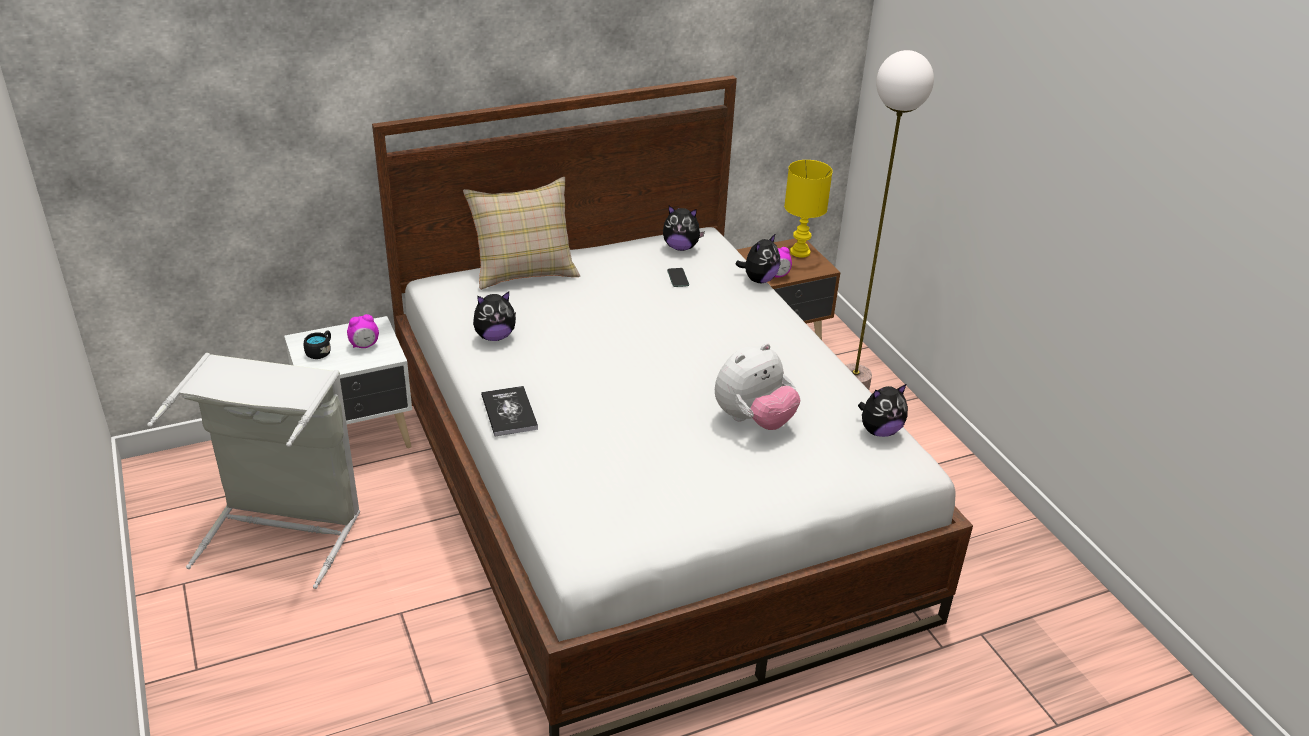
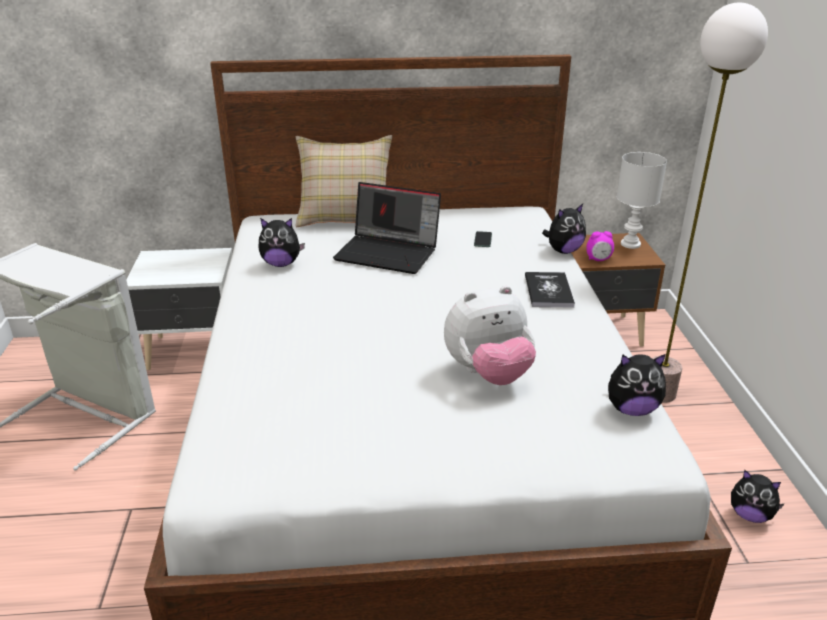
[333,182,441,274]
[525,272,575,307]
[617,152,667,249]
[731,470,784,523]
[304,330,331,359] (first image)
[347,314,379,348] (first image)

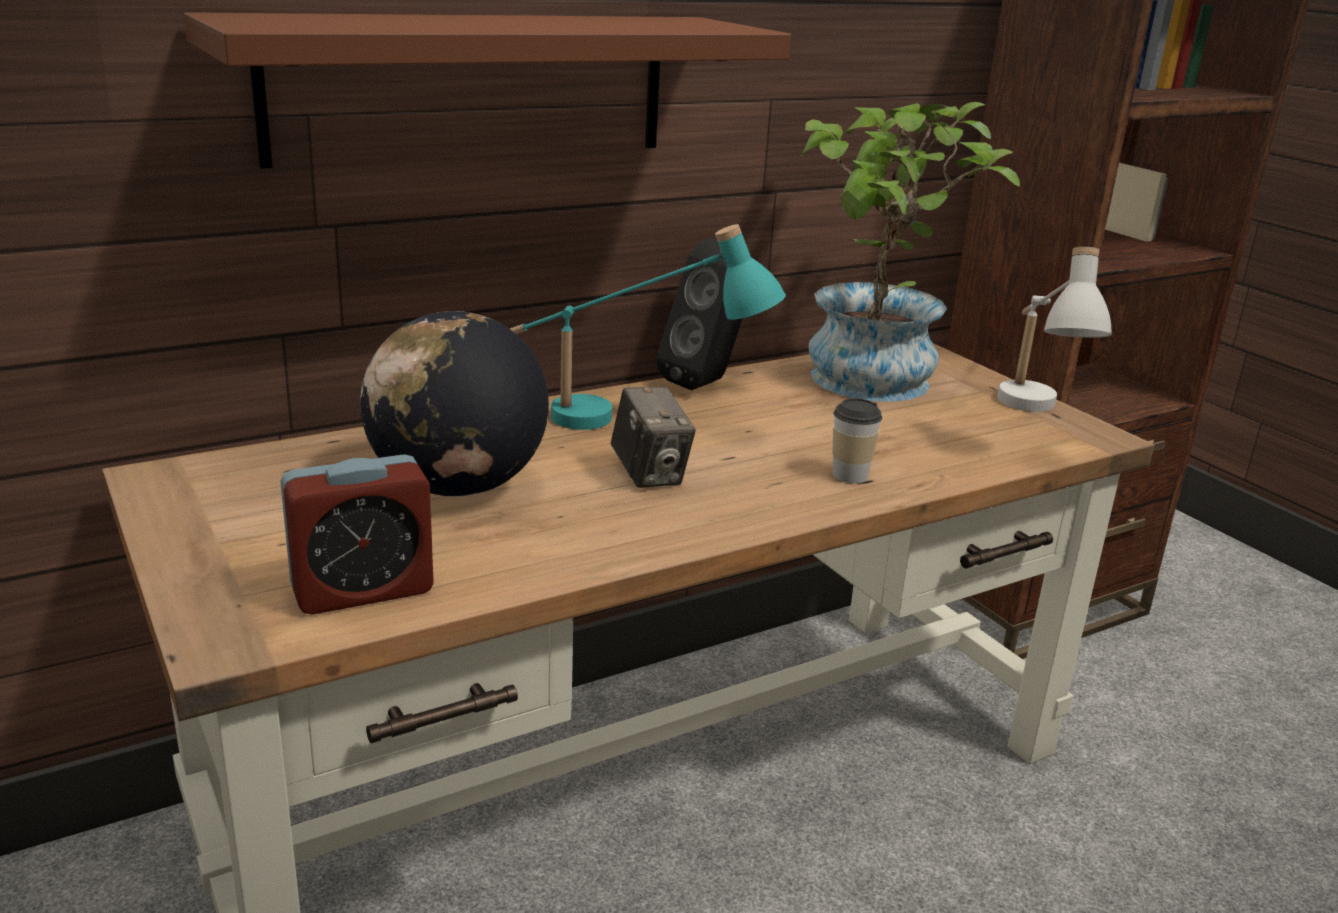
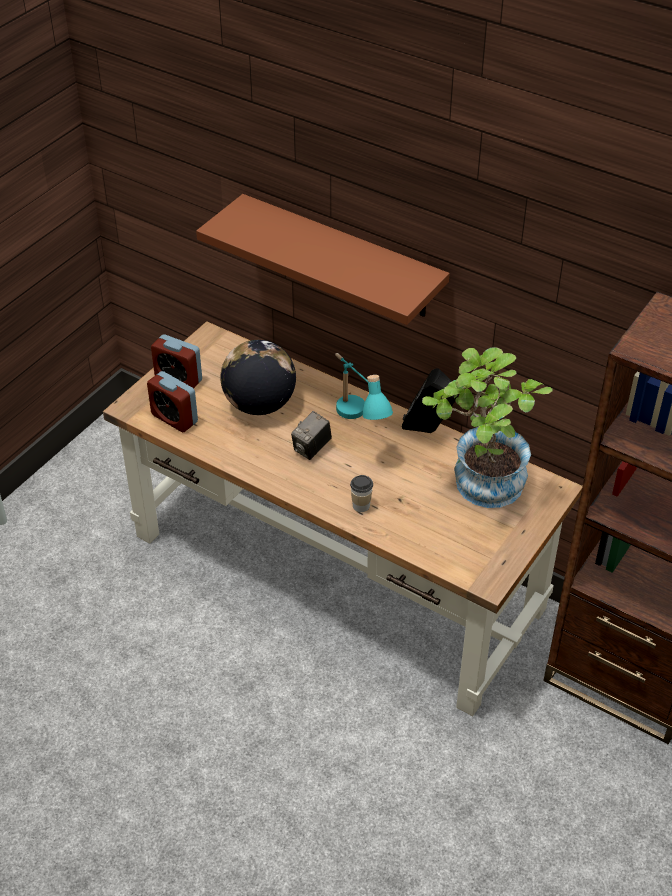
[151,334,202,389]
[997,247,1112,412] (first image)

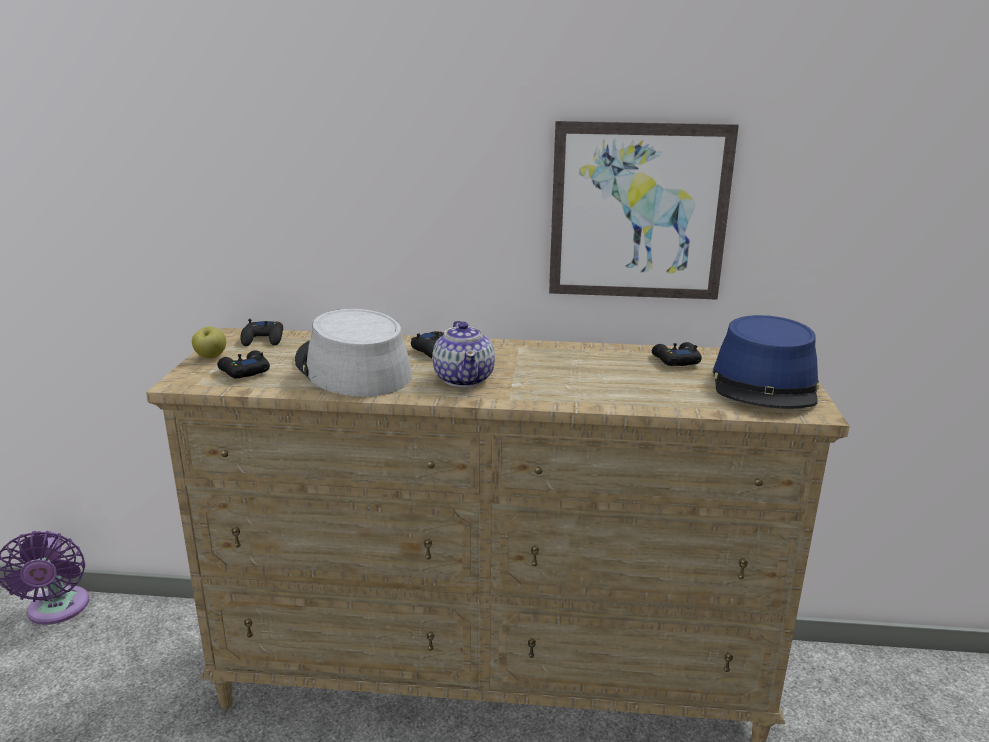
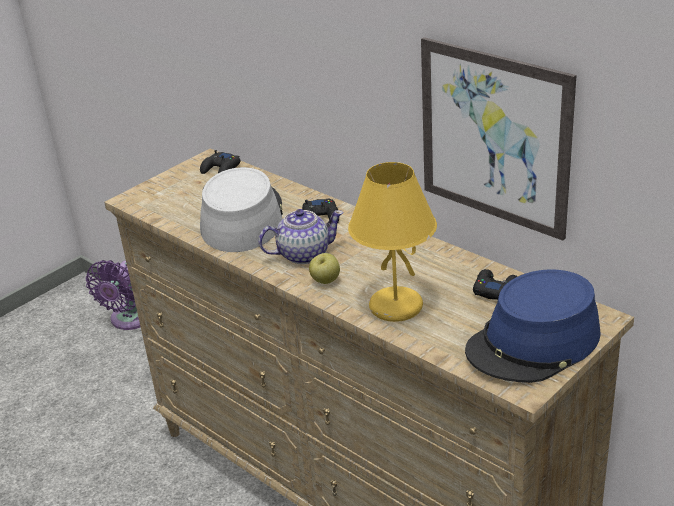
[258,209,344,264]
[309,253,340,284]
[348,162,437,322]
[217,351,270,378] (first image)

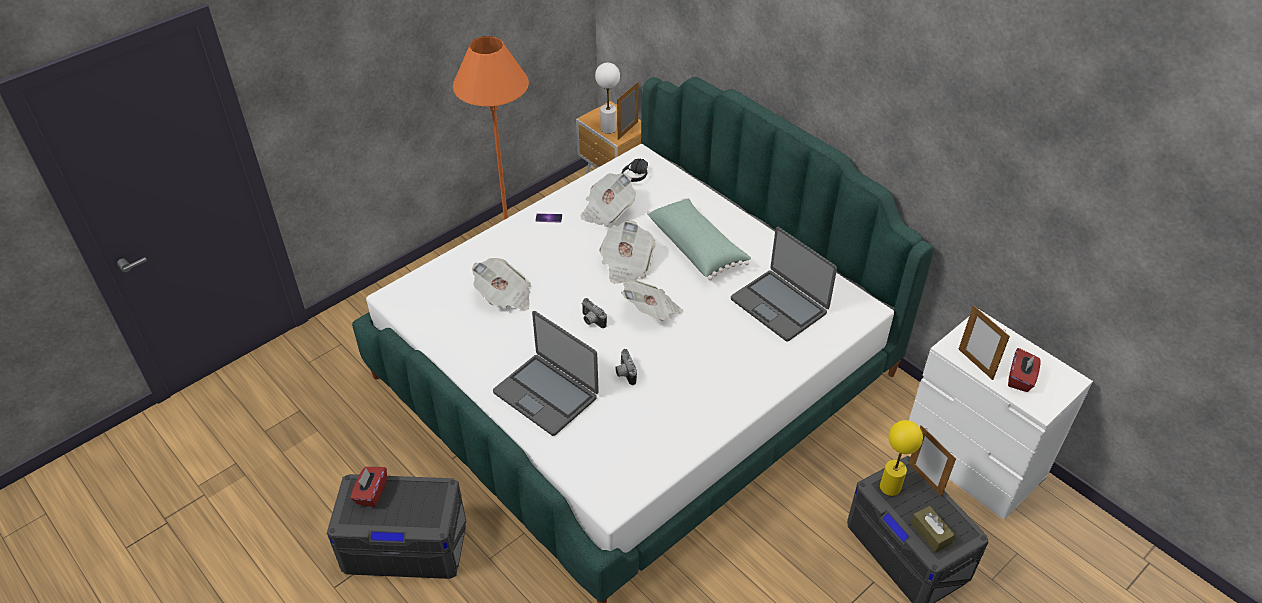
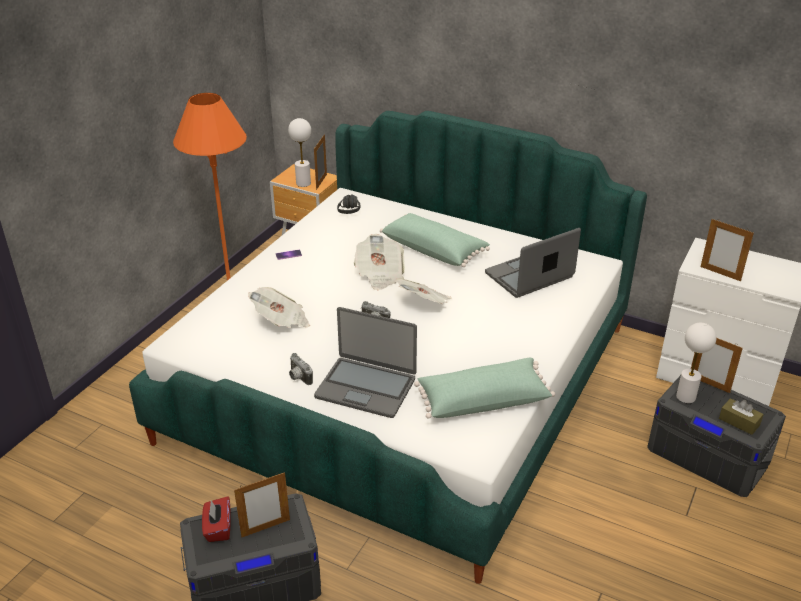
[234,472,290,537]
[289,353,313,385]
[414,358,555,419]
[485,228,581,298]
[676,323,716,403]
[581,173,636,227] (first image)
[1008,348,1041,392] (first image)

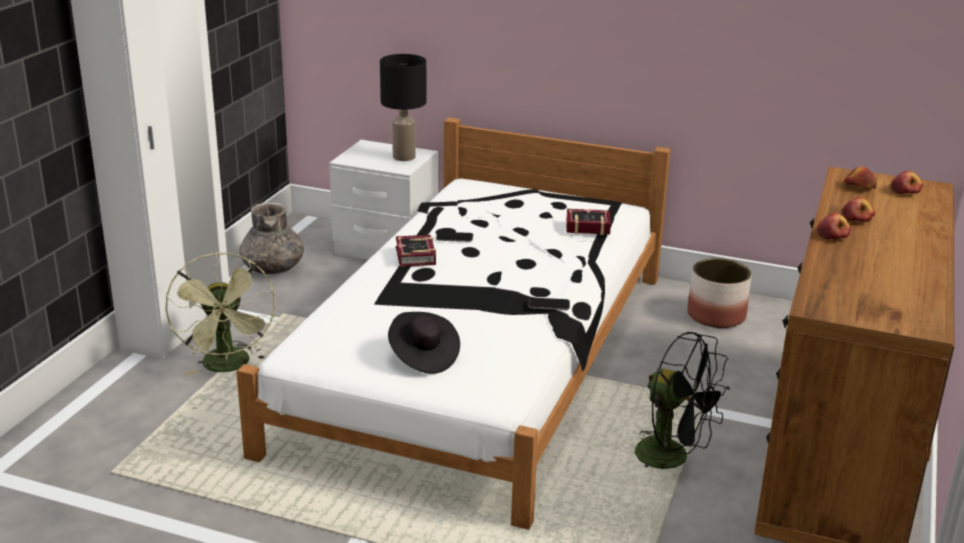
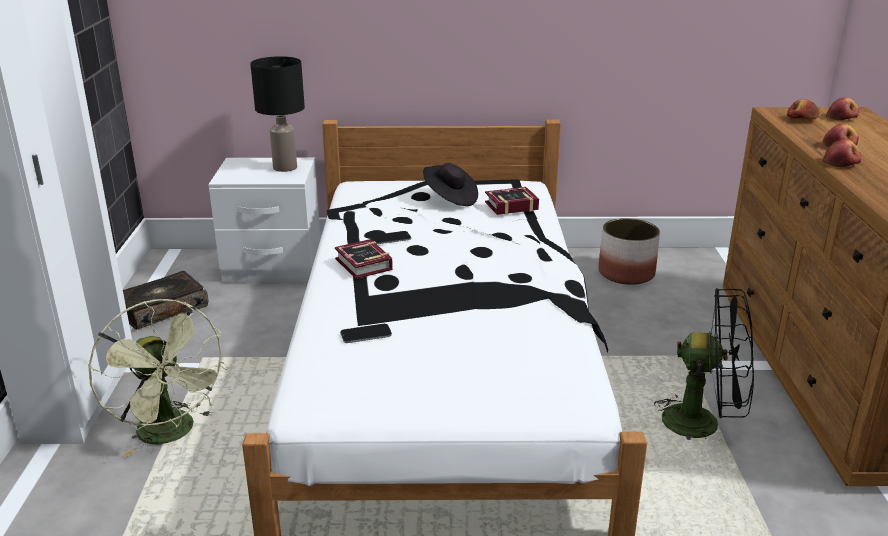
[123,271,208,330]
[340,324,392,343]
[423,163,478,206]

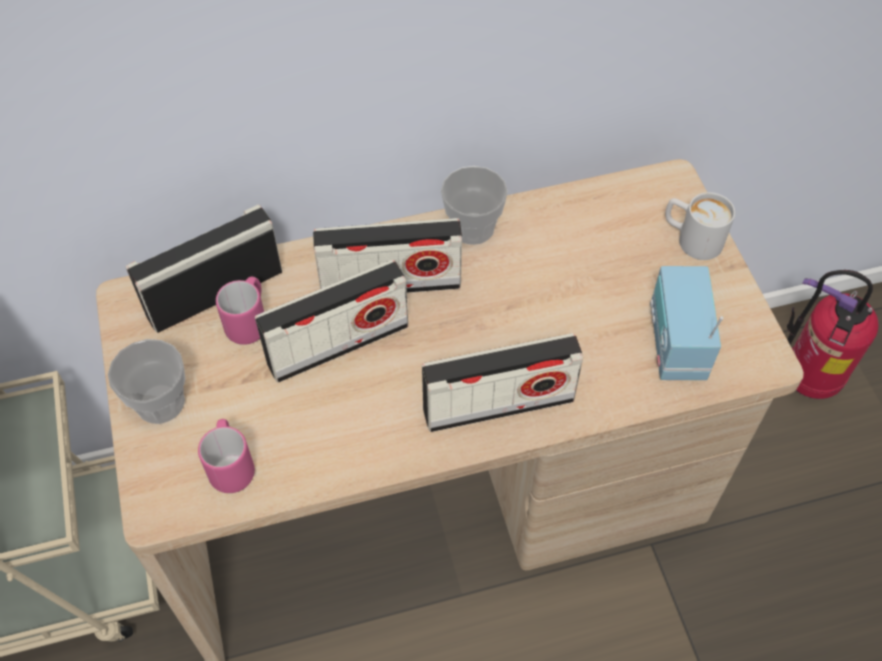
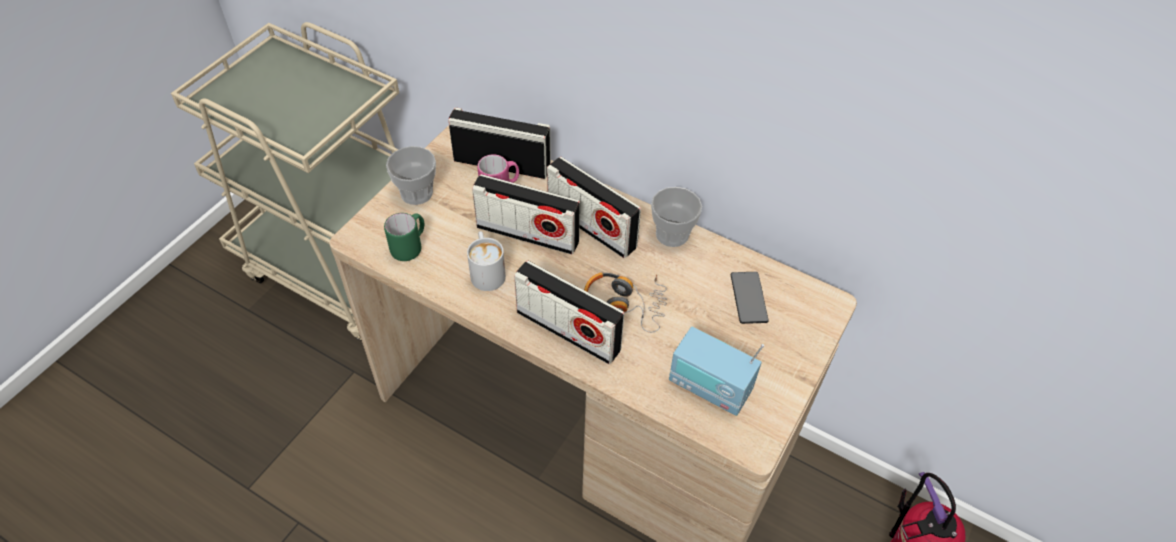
[384,213,424,261]
[467,231,506,291]
[584,272,667,333]
[669,327,764,416]
[731,272,769,324]

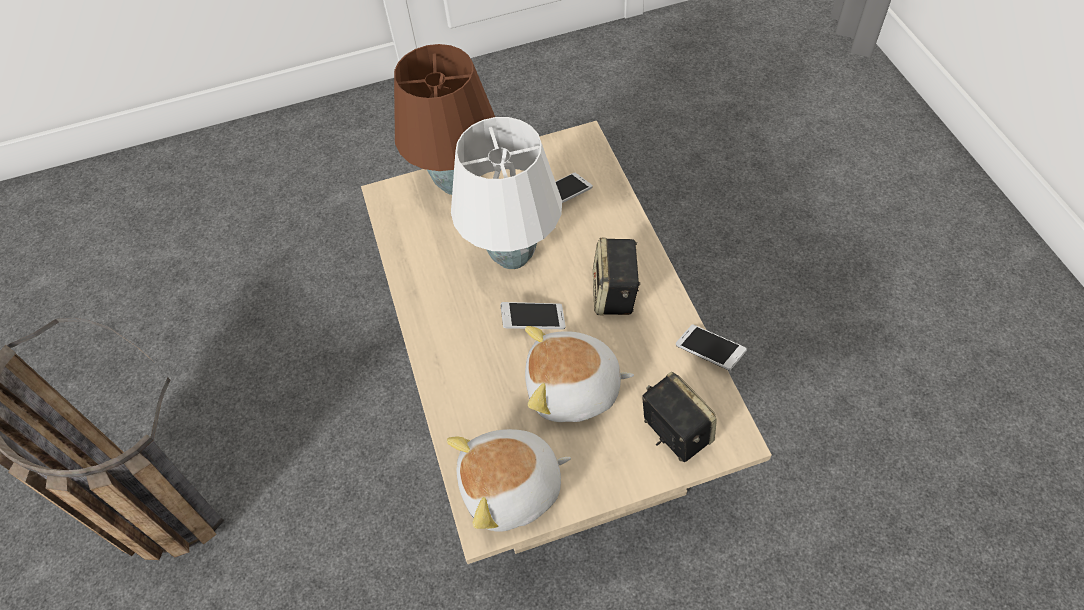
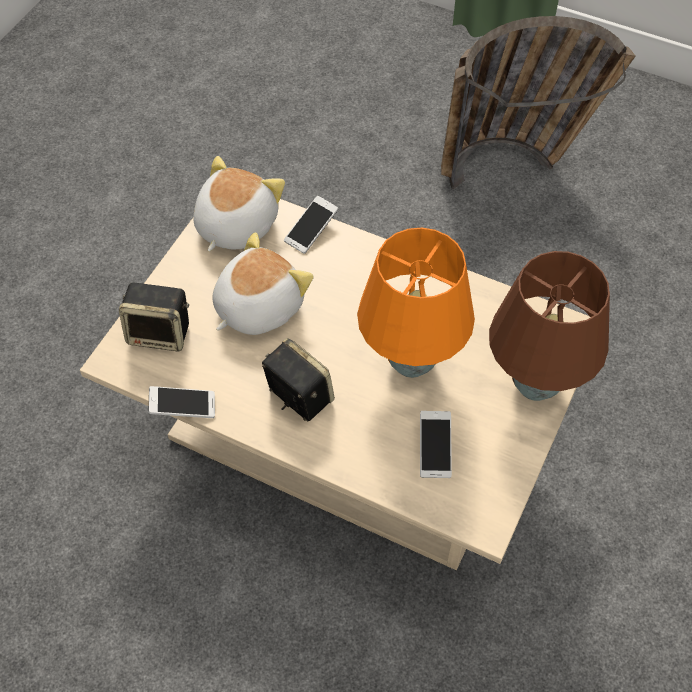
[284,196,338,254]
[357,228,475,378]

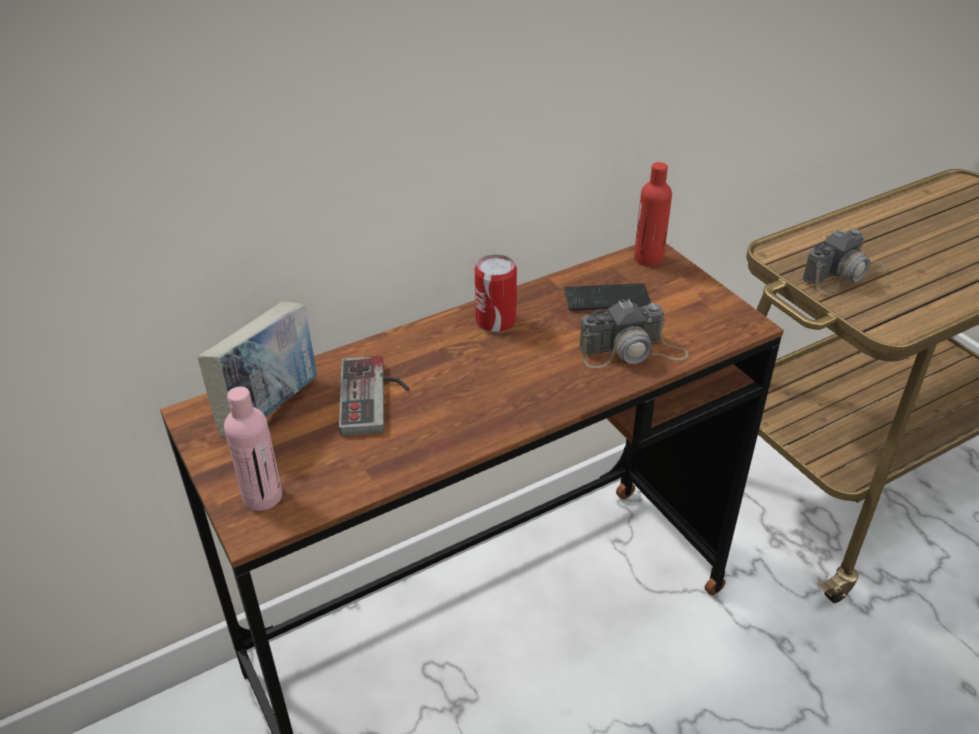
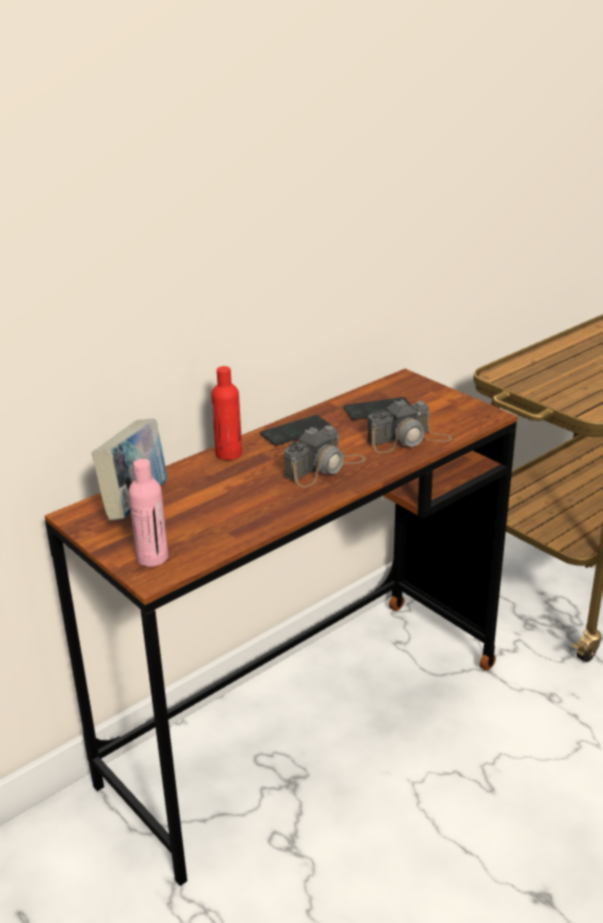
[211,366,242,460]
[260,415,332,446]
[284,425,366,487]
[339,356,409,436] (first image)

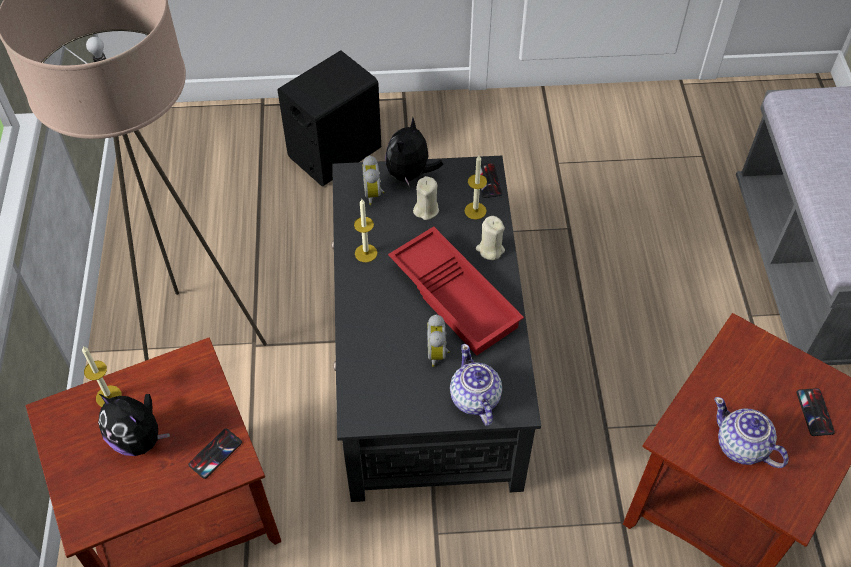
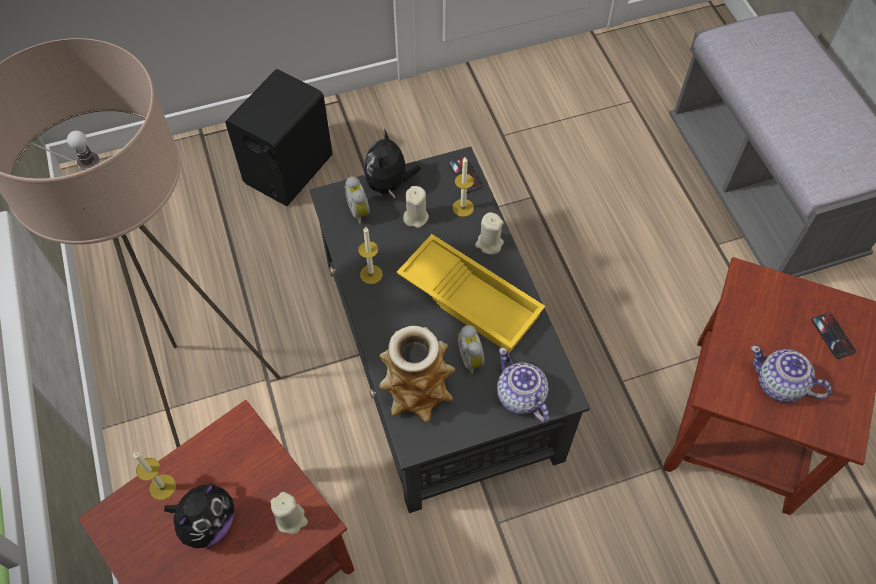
[164,483,234,548]
[271,492,308,534]
[379,326,456,422]
[396,234,545,353]

